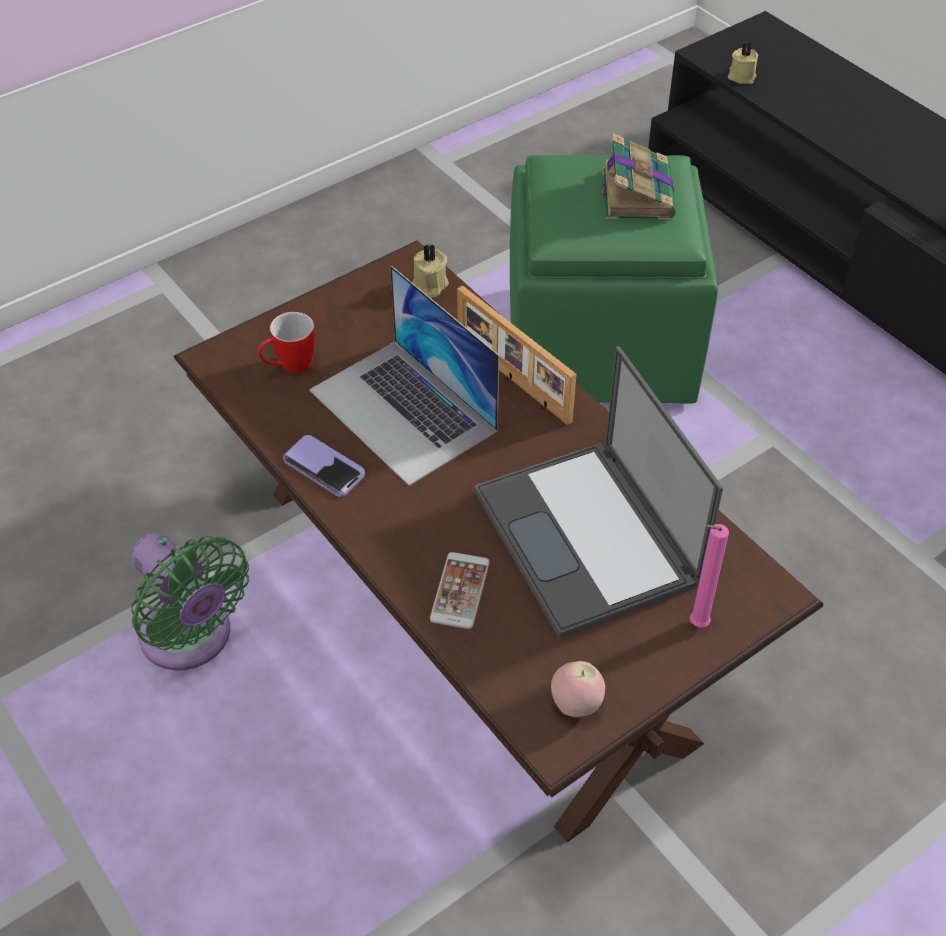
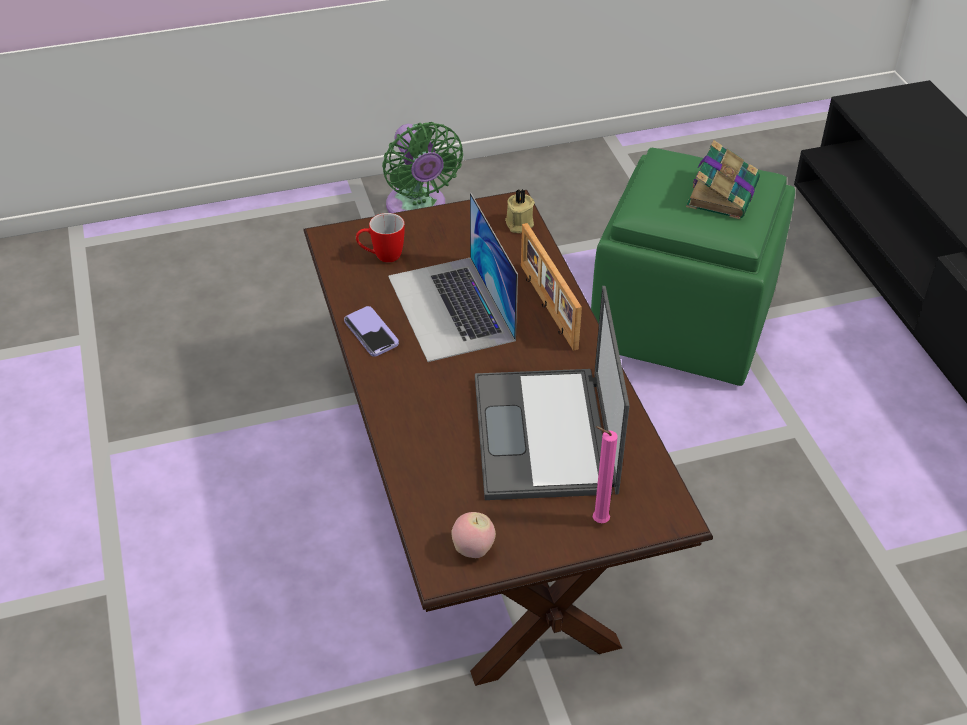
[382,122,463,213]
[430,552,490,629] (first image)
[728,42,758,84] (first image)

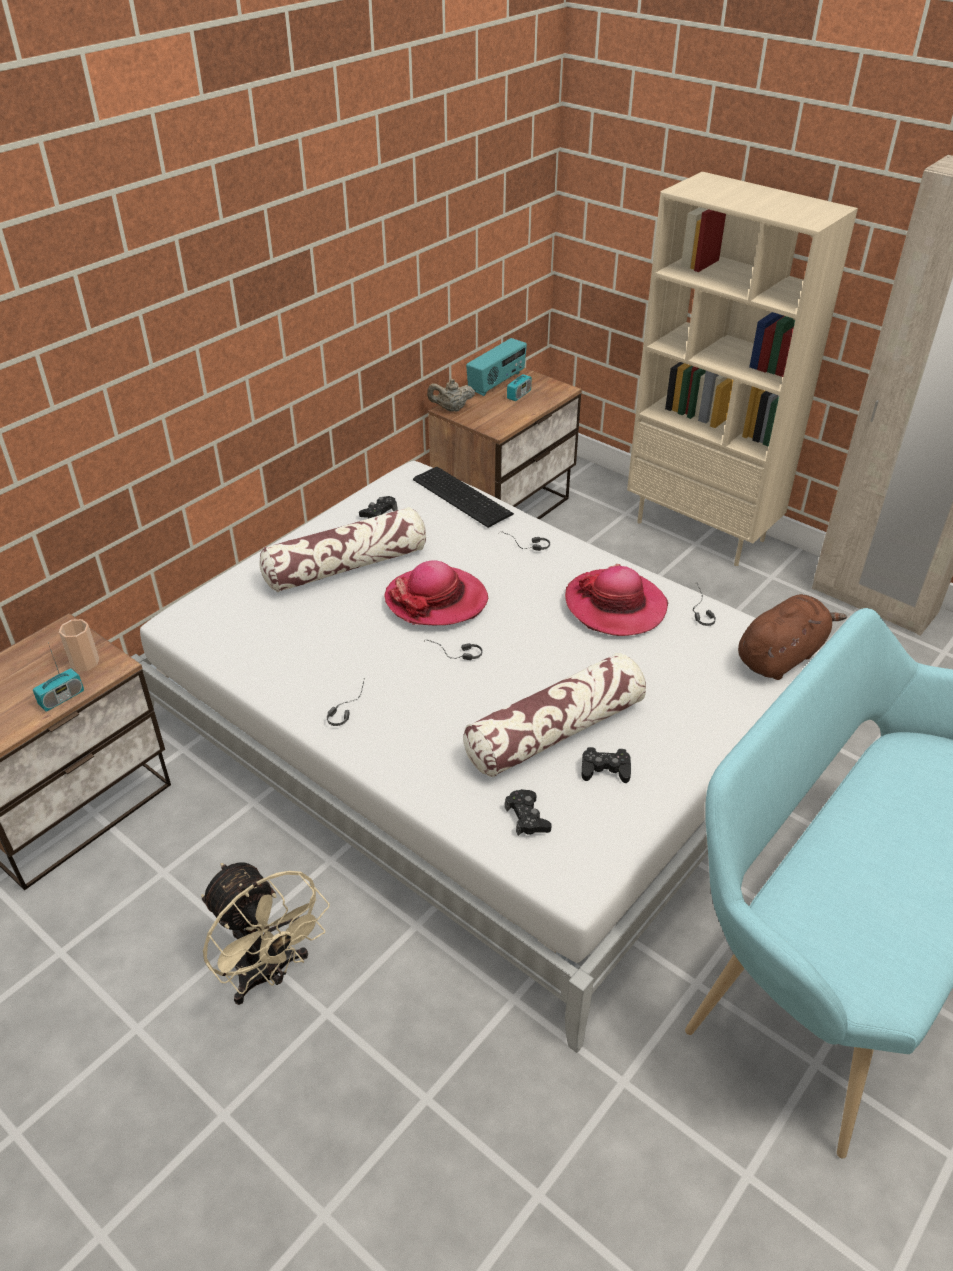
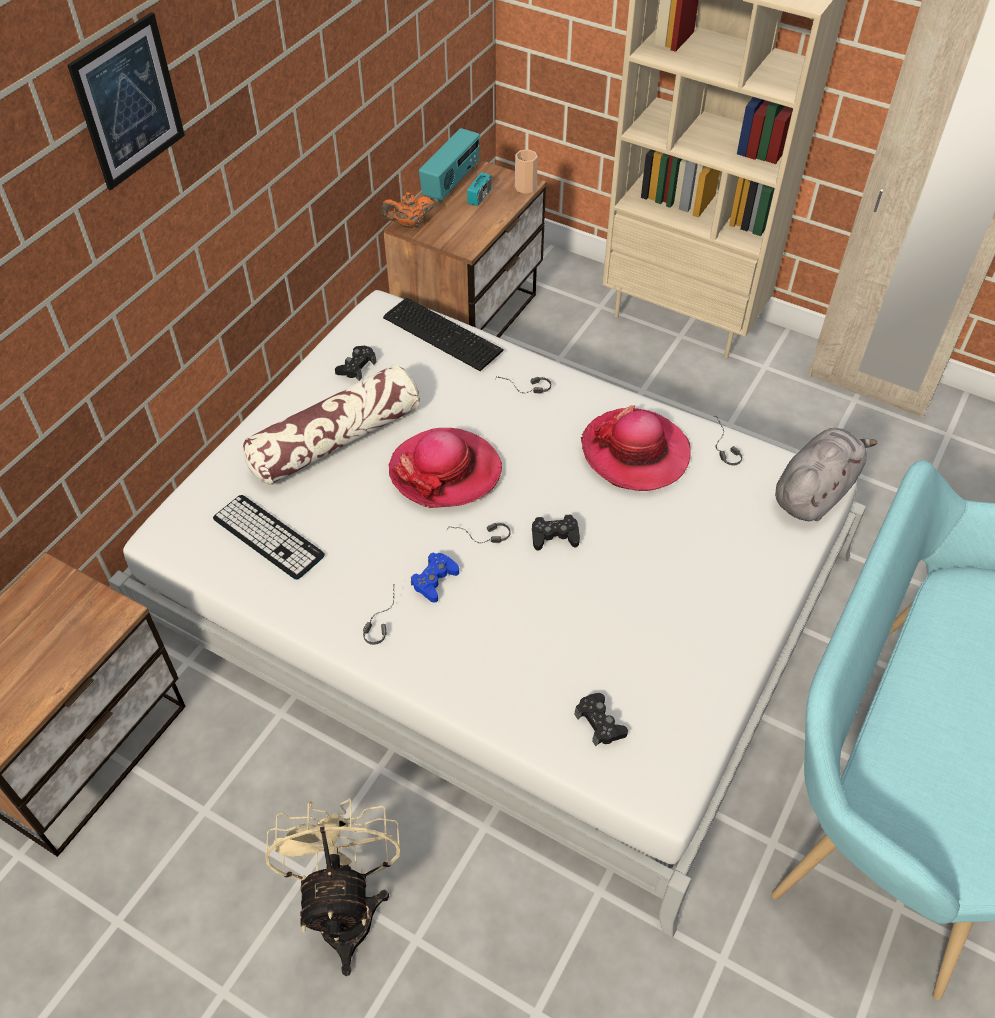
[67,12,185,191]
[213,495,325,580]
[265,798,400,976]
[381,192,434,228]
[411,553,459,603]
[515,149,538,194]
[532,514,580,550]
[775,428,878,521]
[33,643,84,712] (first image)
[463,653,646,777] (first image)

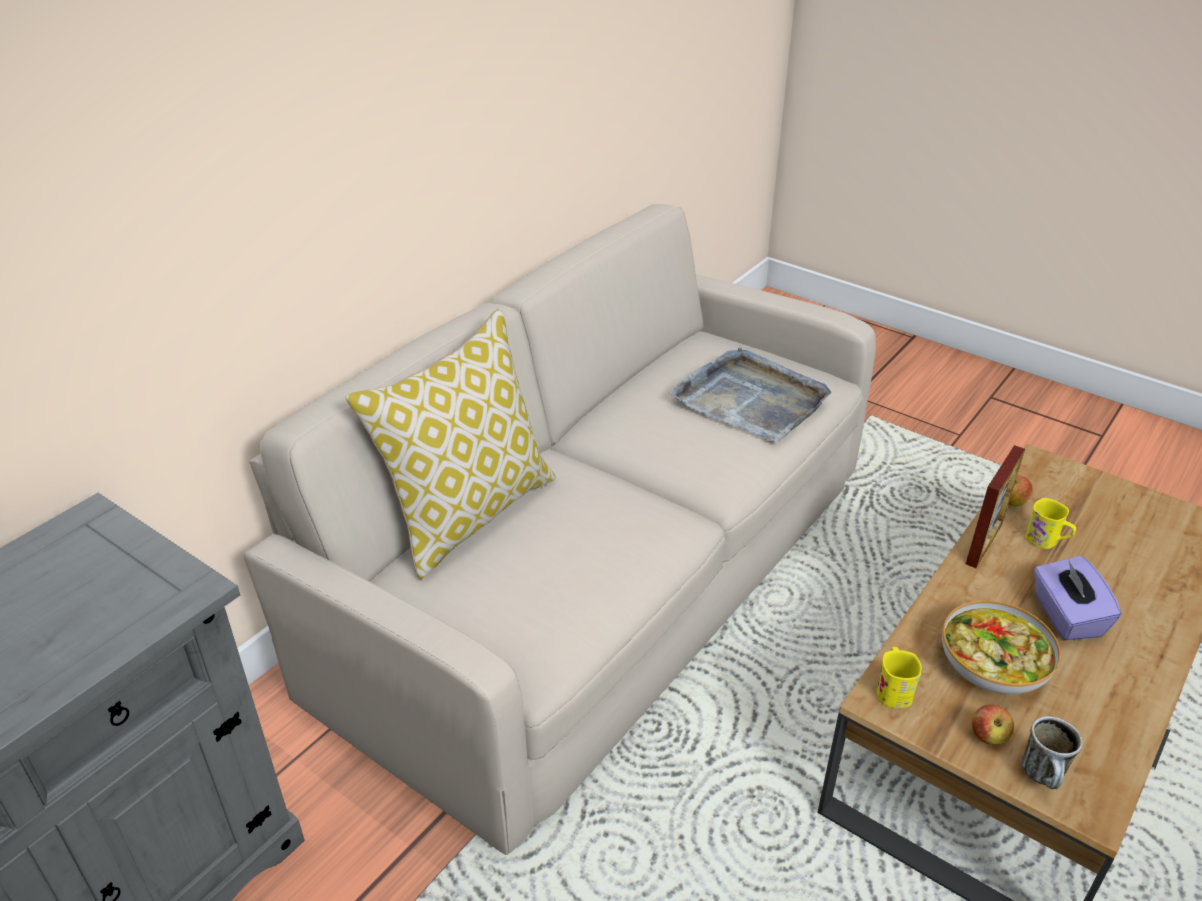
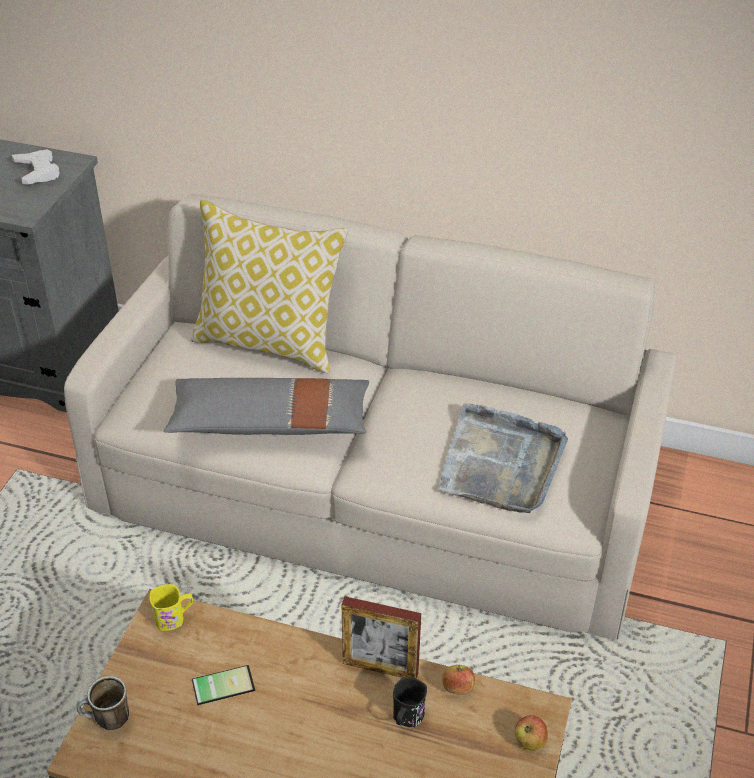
[12,149,60,185]
[164,378,369,435]
[192,663,255,705]
[393,677,427,727]
[515,715,548,750]
[1034,556,1121,640] (first image)

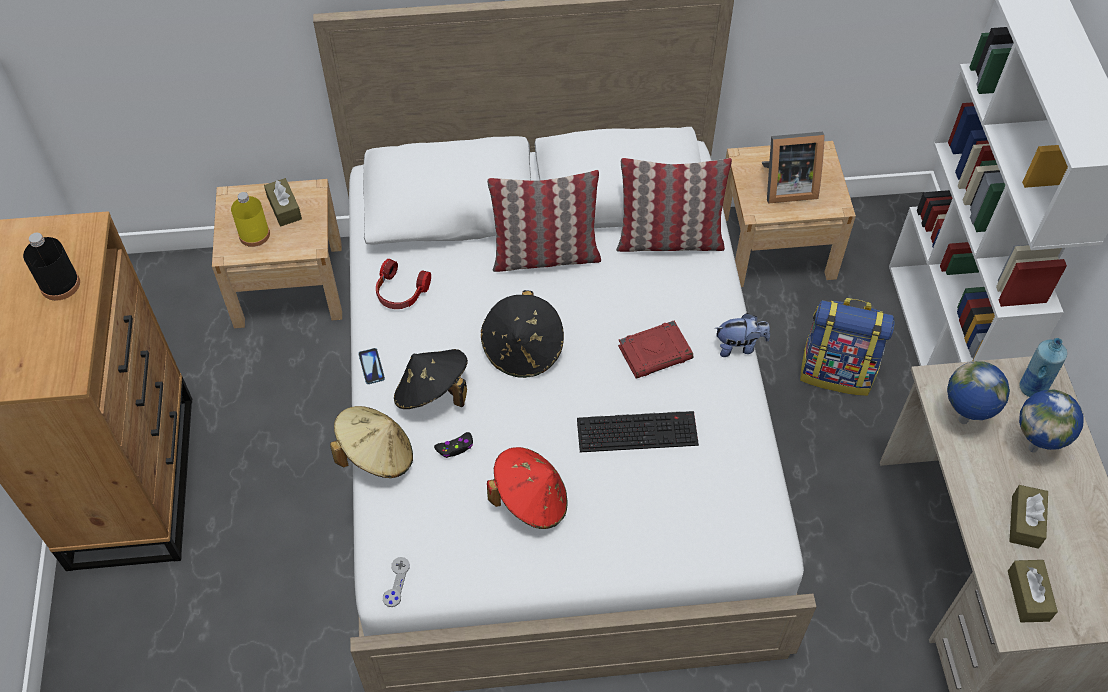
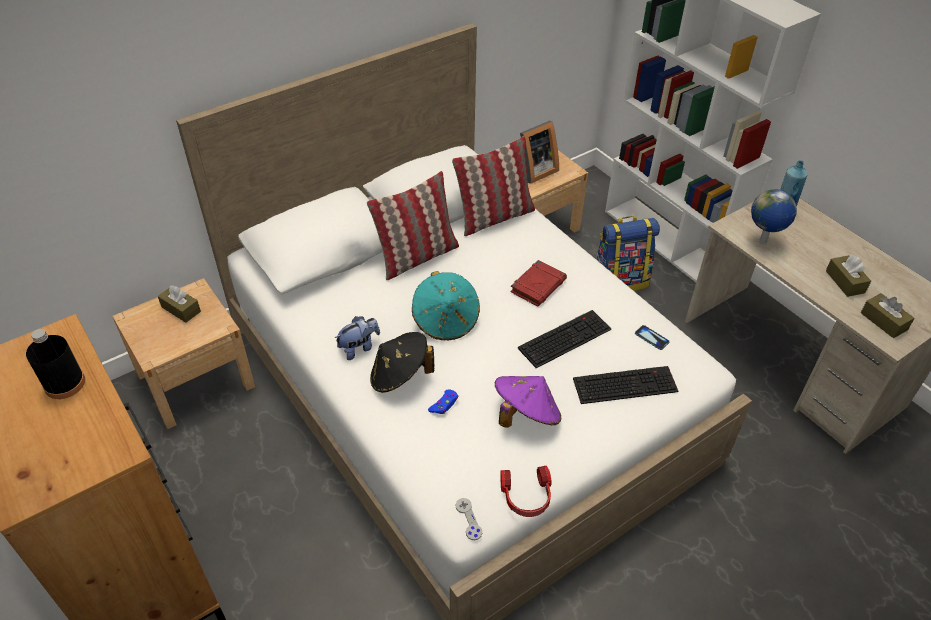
[335,316,380,360]
[412,271,480,341]
[428,390,458,414]
[495,376,561,427]
[500,466,552,517]
[573,366,678,404]
[635,325,670,350]
[231,192,270,247] (first image)
[330,406,413,478] (first image)
[1019,390,1084,453] (first image)

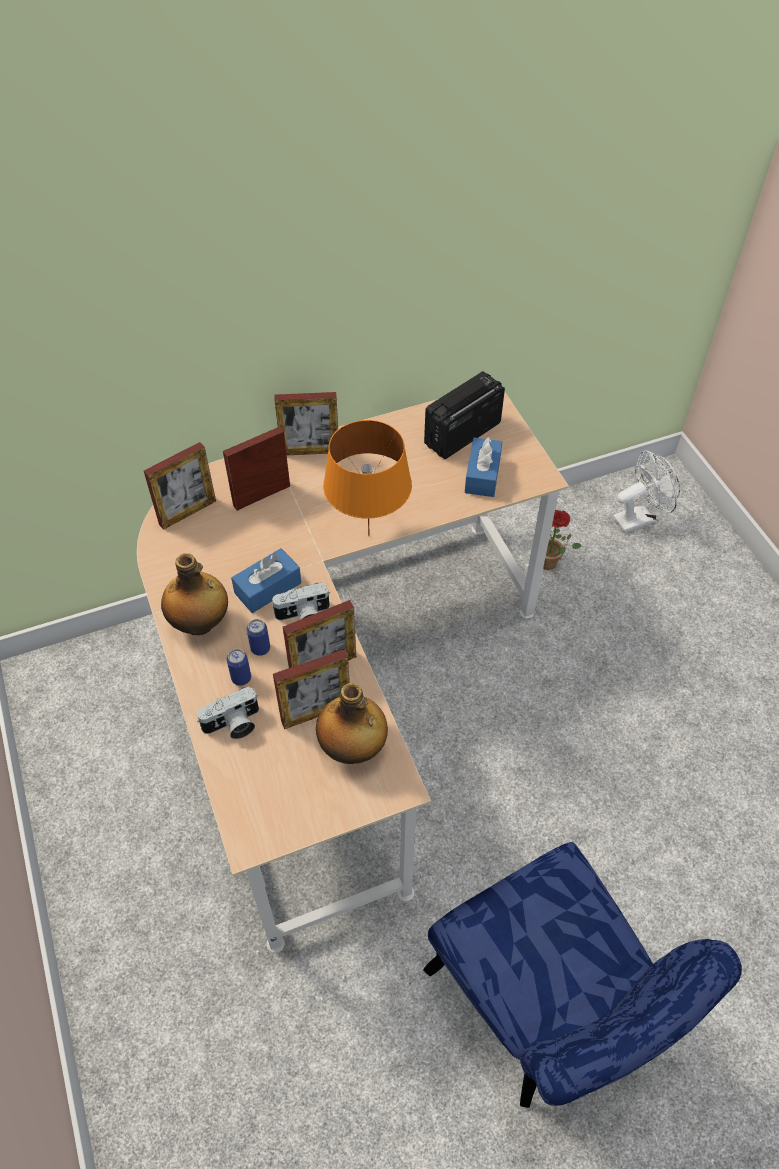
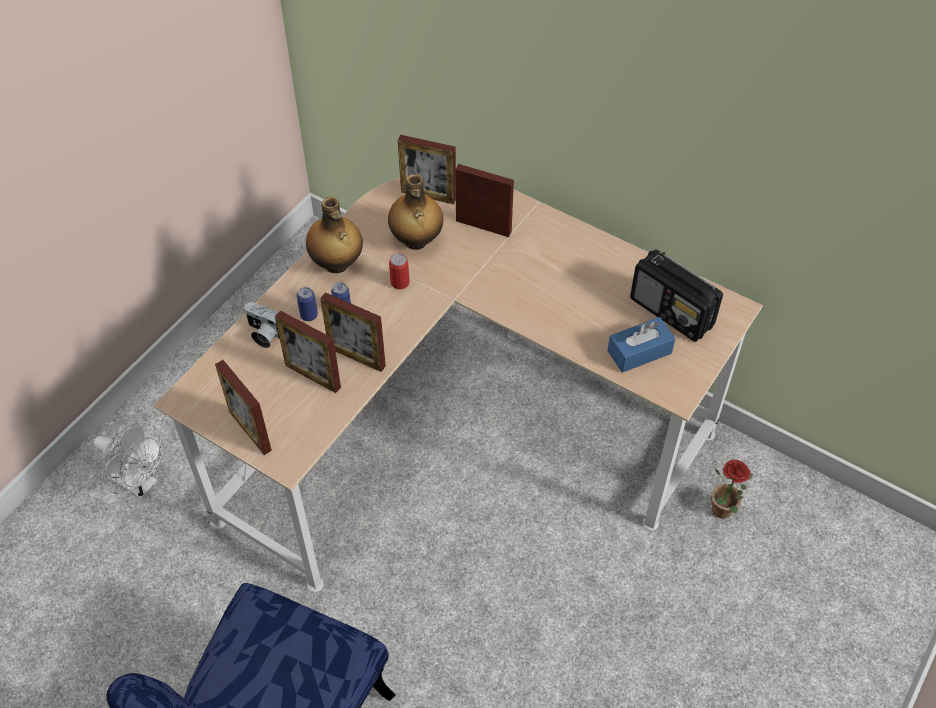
[94,422,161,499]
[215,360,272,455]
[388,174,443,250]
[389,253,409,289]
[630,249,723,342]
[271,582,331,621] (first image)
[323,420,412,536] (first image)

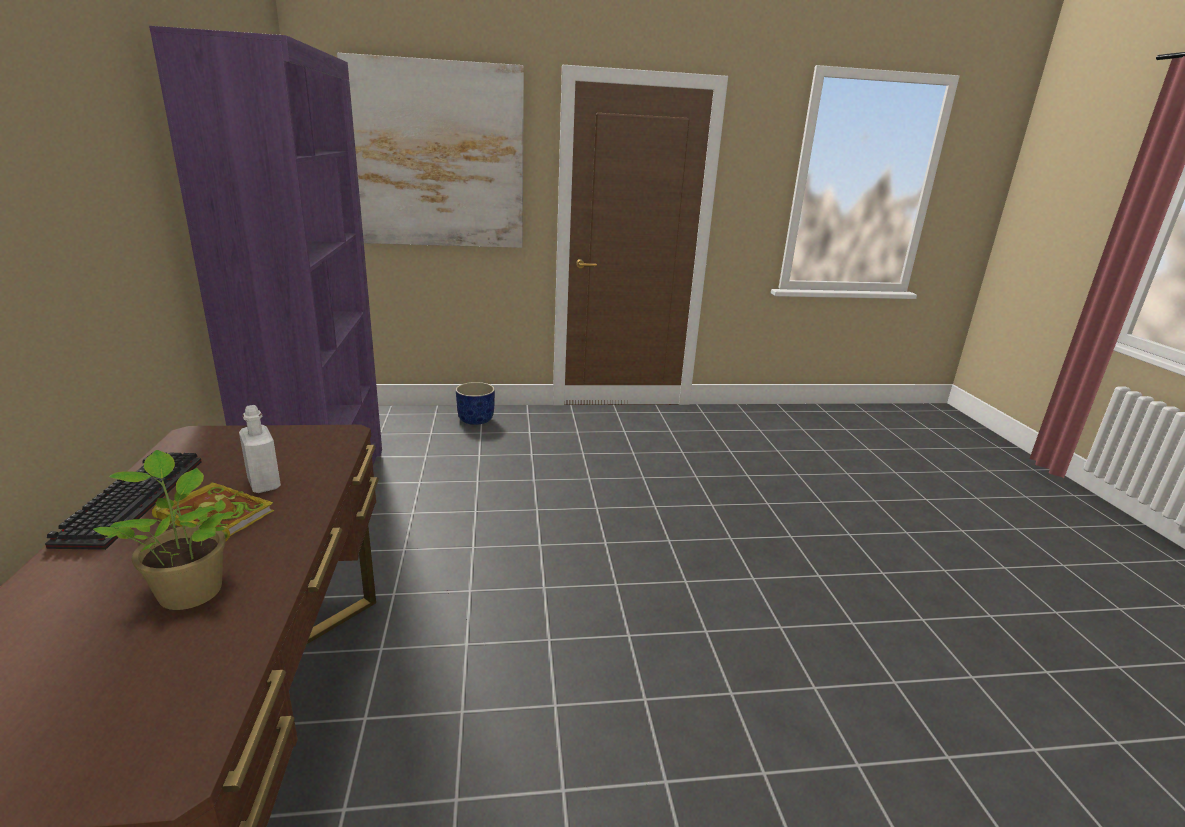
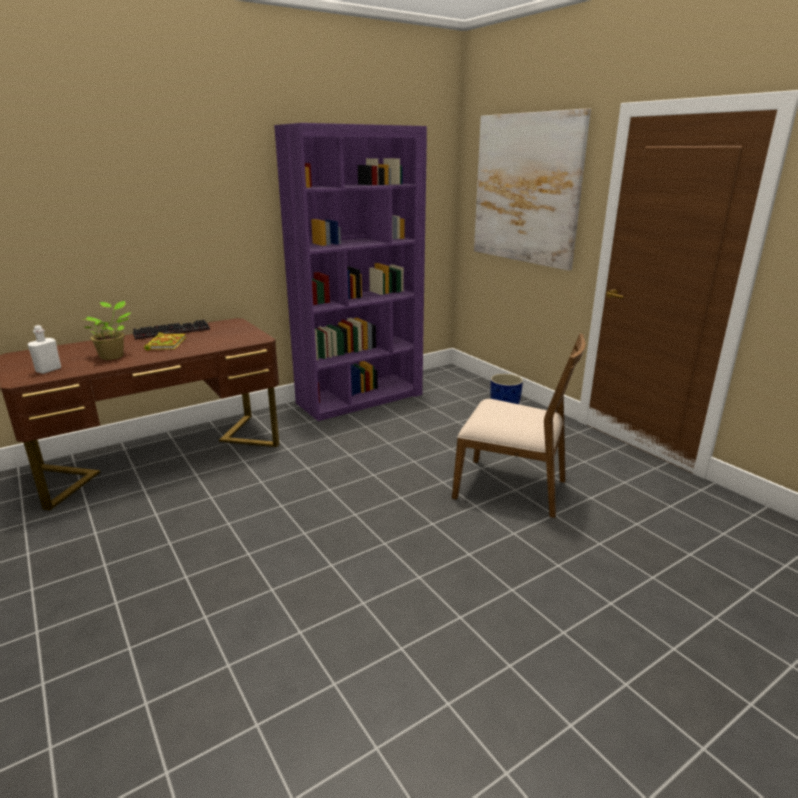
[28,325,61,374]
[452,333,586,518]

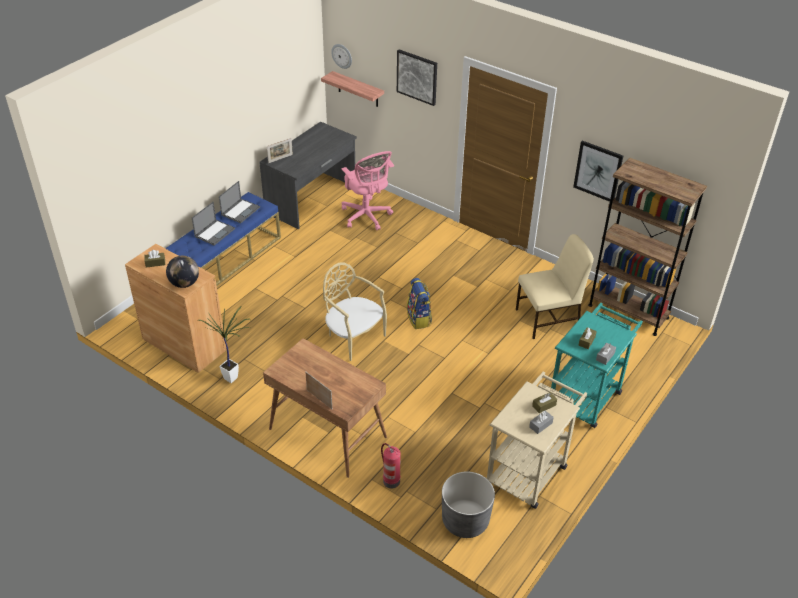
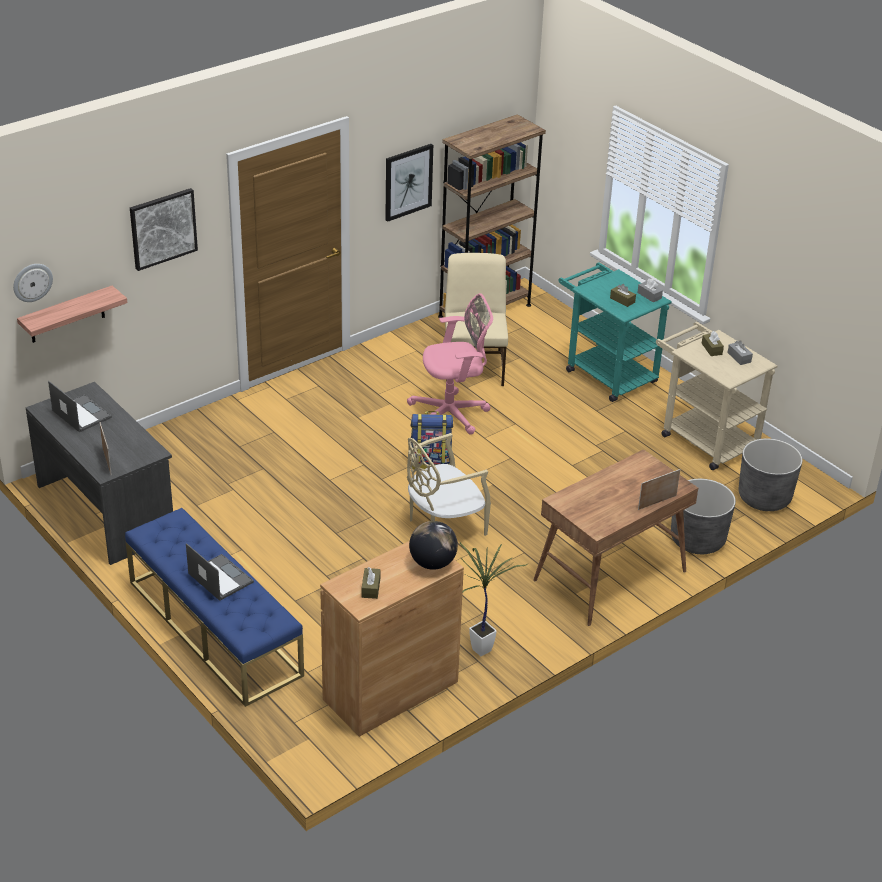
[48,381,112,432]
[407,293,493,435]
[671,479,736,554]

